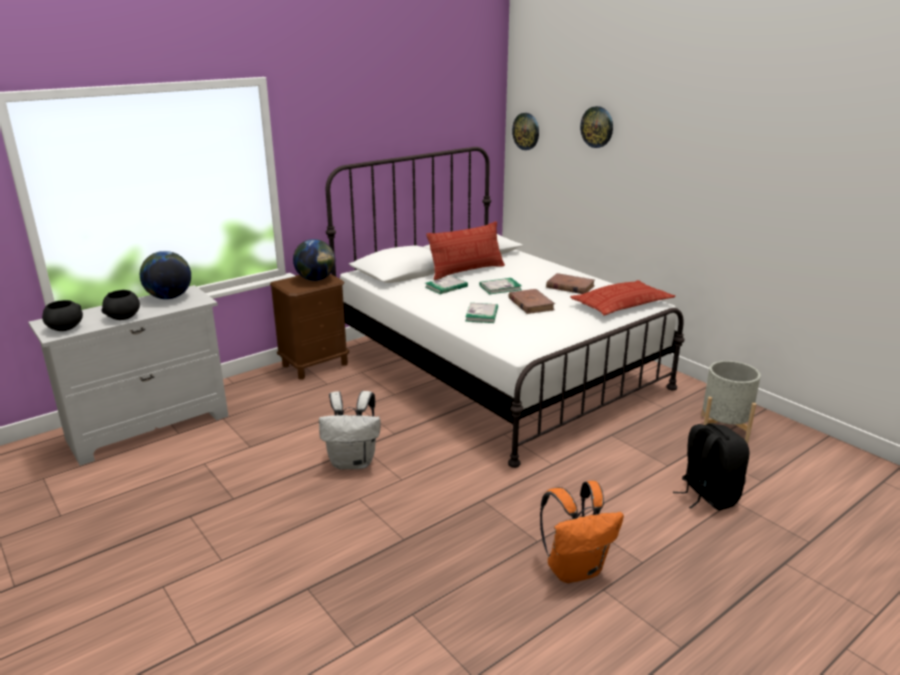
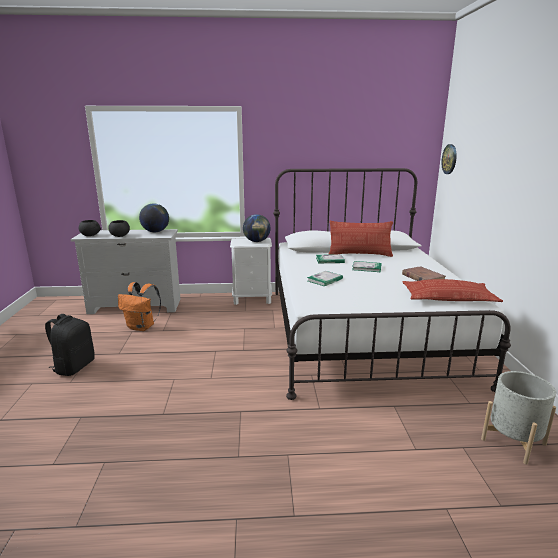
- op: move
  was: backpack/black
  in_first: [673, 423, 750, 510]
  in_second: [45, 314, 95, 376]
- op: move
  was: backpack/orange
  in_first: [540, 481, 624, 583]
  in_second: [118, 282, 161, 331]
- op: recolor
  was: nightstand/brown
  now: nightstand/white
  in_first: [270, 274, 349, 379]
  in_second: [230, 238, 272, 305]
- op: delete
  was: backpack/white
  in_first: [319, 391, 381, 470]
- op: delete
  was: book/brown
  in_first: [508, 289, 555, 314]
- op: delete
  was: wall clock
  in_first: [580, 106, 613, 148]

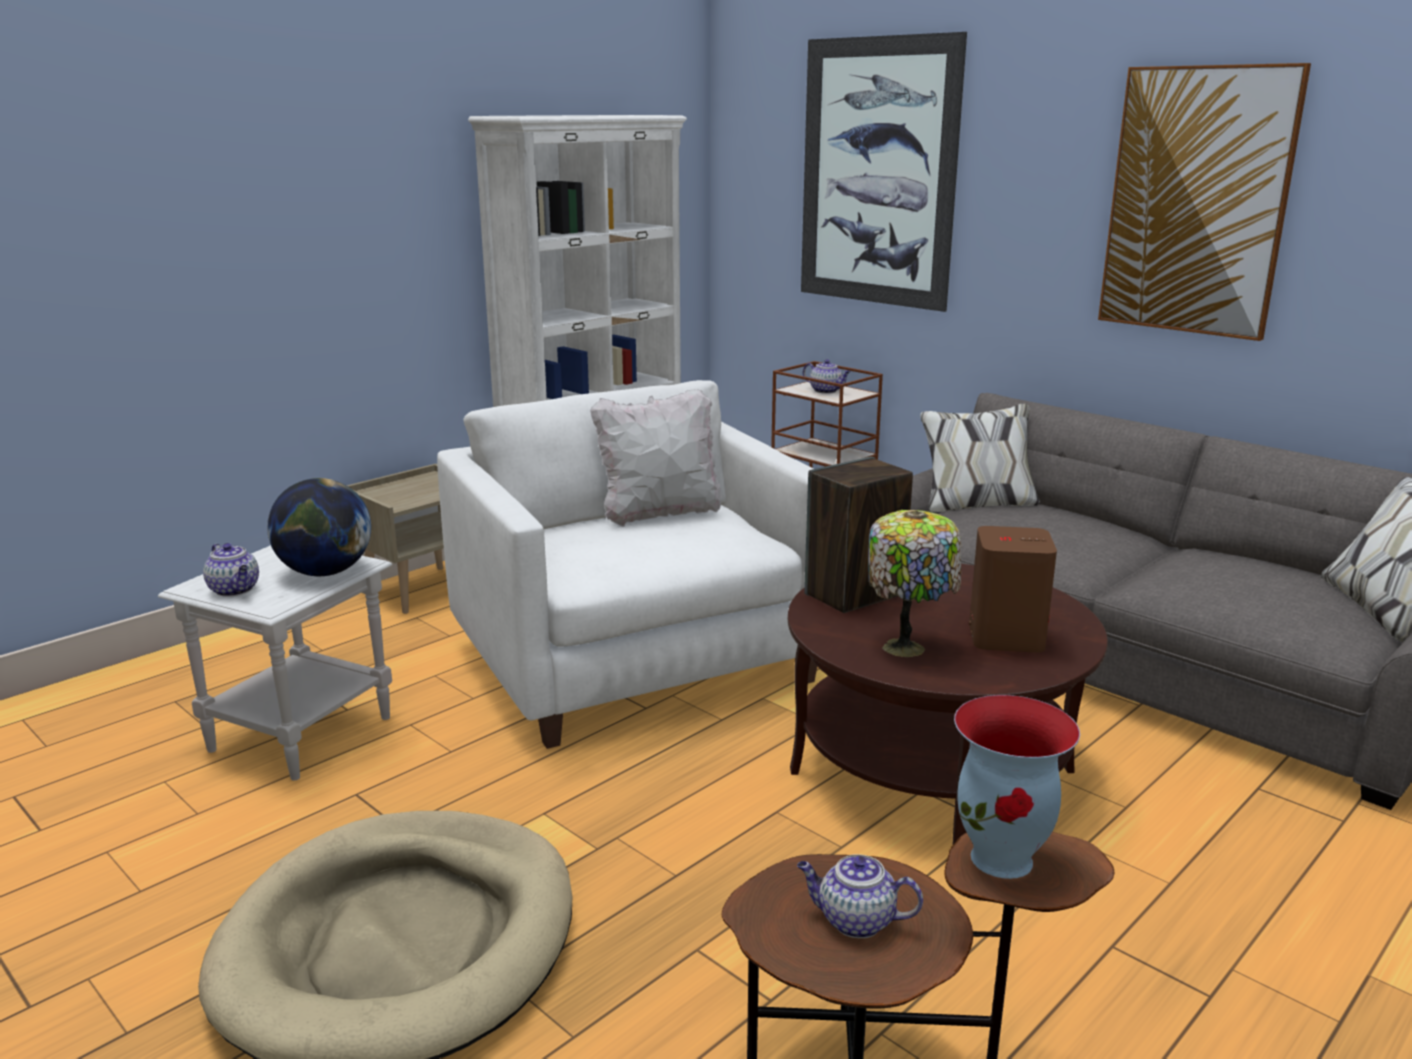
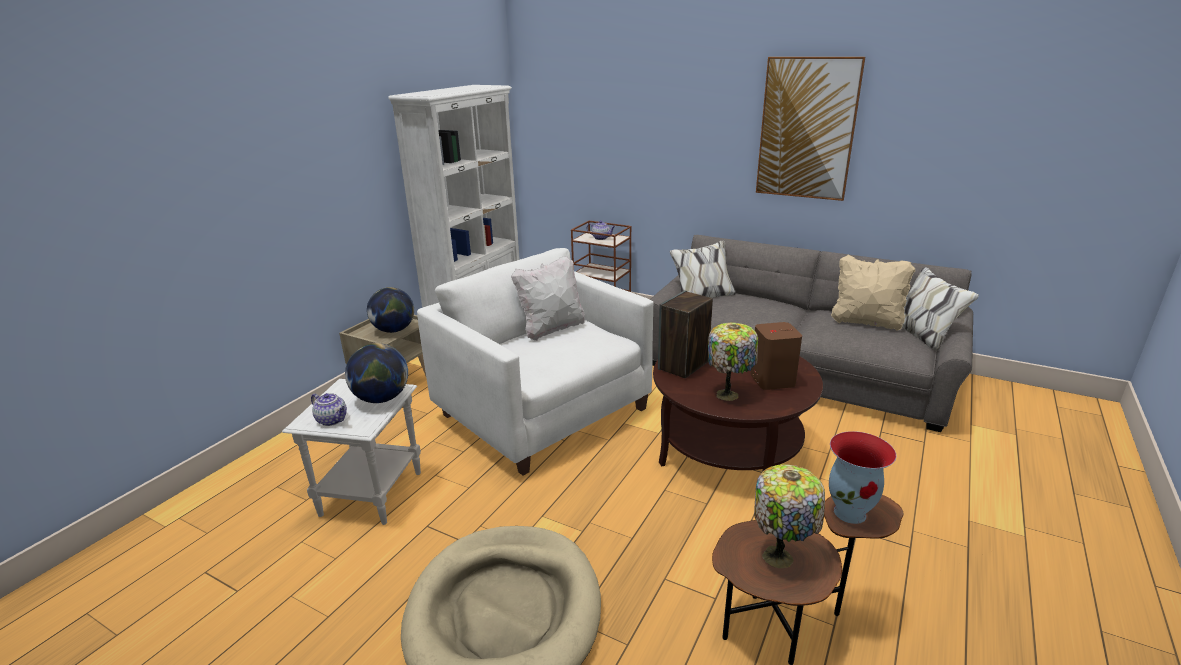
- op: insert
  now: globe
  in_second: [367, 287, 414, 333]
- op: replace
  was: teapot
  now: table lamp
  in_first: [797, 854, 923, 938]
  in_second: [754, 465, 825, 568]
- op: insert
  now: pillow/beige
  in_second: [831, 254, 915, 331]
- op: delete
  was: picture
  in_first: [801, 32, 967, 312]

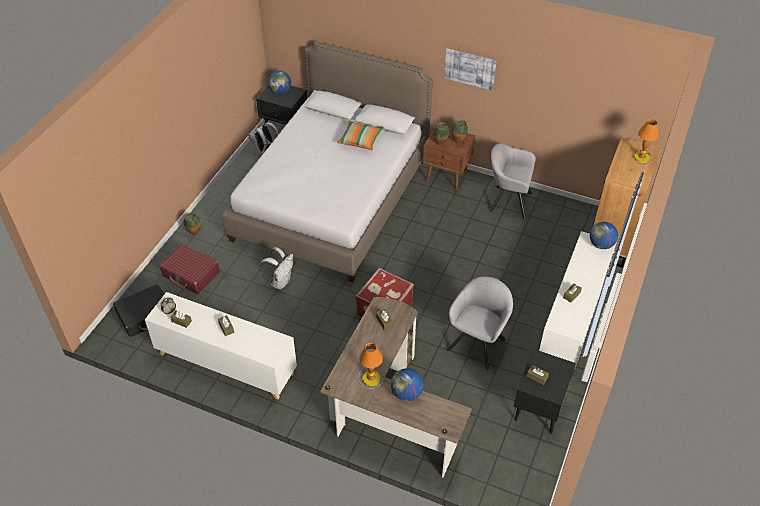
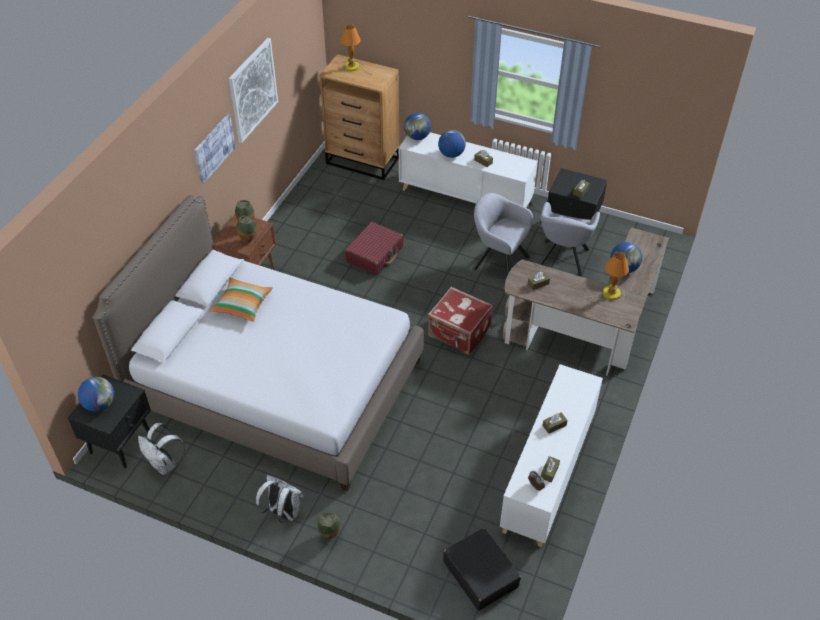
- op: insert
  now: picture
  in_second: [229, 38, 278, 143]
- op: move
  was: backpack/white
  in_first: [260, 247, 293, 290]
  in_second: [256, 475, 304, 524]
- op: move
  was: suitcase/red
  in_first: [160, 244, 220, 294]
  in_second: [345, 222, 403, 275]
- op: insert
  now: globe
  in_second: [438, 130, 466, 158]
- op: move
  was: armchair/grey
  in_first: [489, 143, 536, 219]
  in_second: [539, 202, 600, 277]

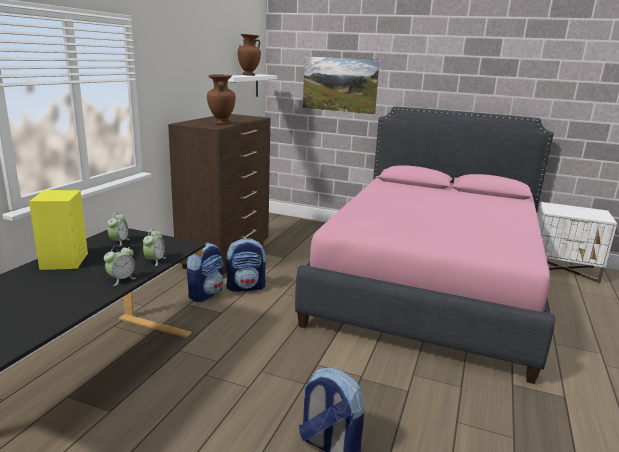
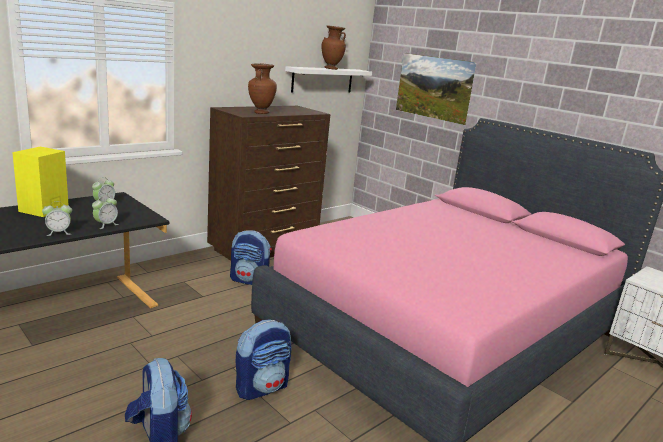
- op: move
  was: backpack
  in_first: [186, 242, 224, 302]
  in_second: [236, 320, 291, 400]

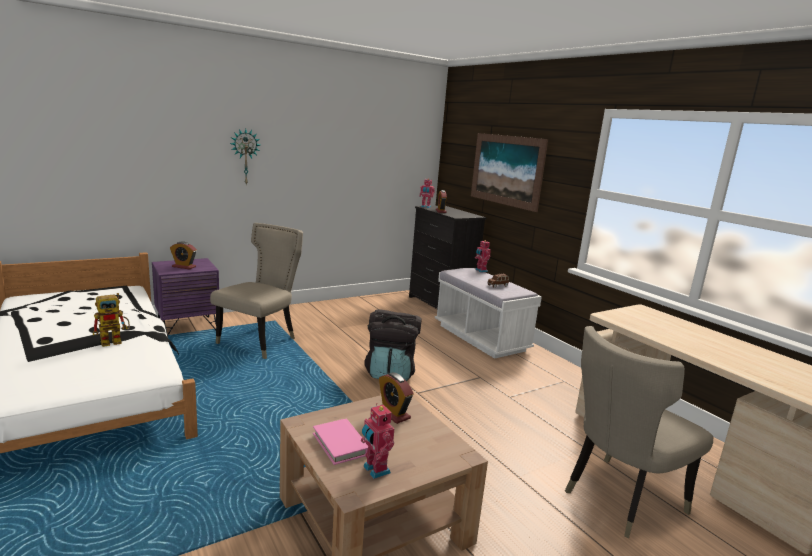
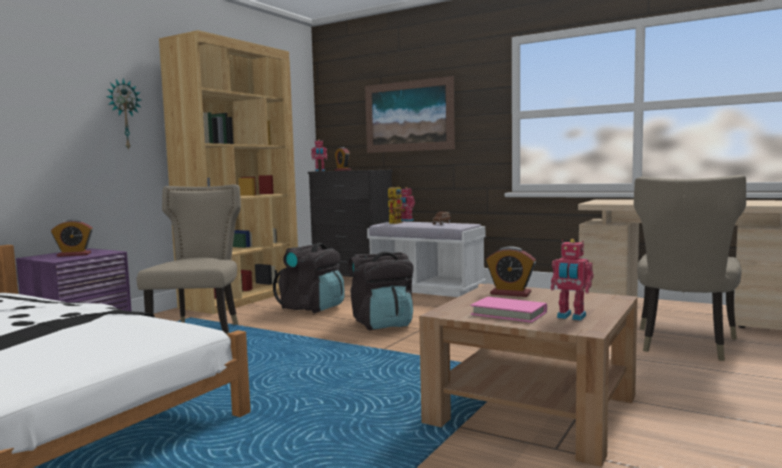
- op: insert
  now: bookcase/brown
  in_second: [159, 30, 298, 314]
- op: insert
  now: backpack/black
  in_second: [273, 243, 345, 313]
- op: move
  was: toy robot
  in_first: [93, 293, 130, 347]
  in_second: [388, 185, 406, 224]

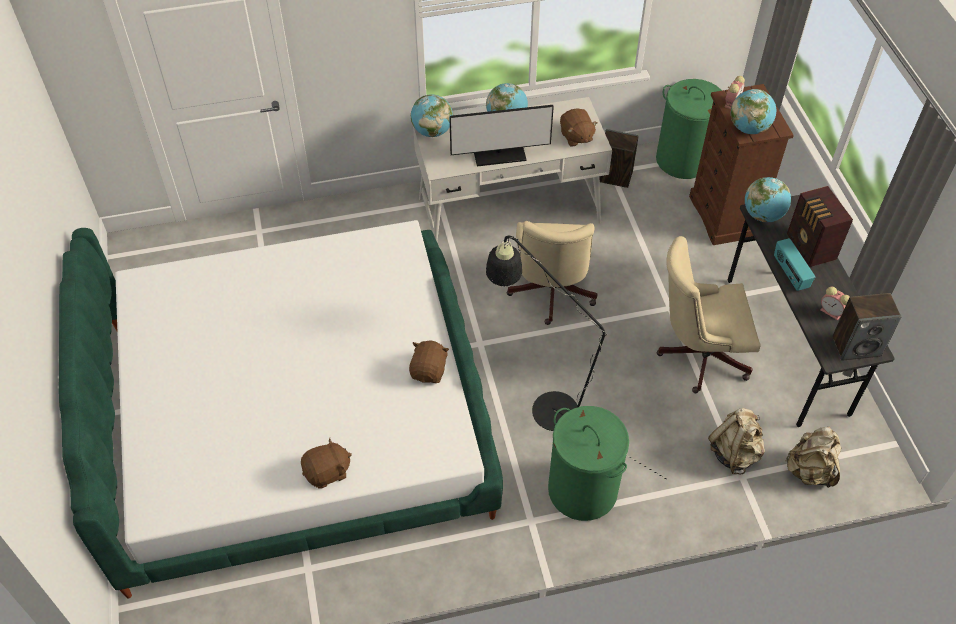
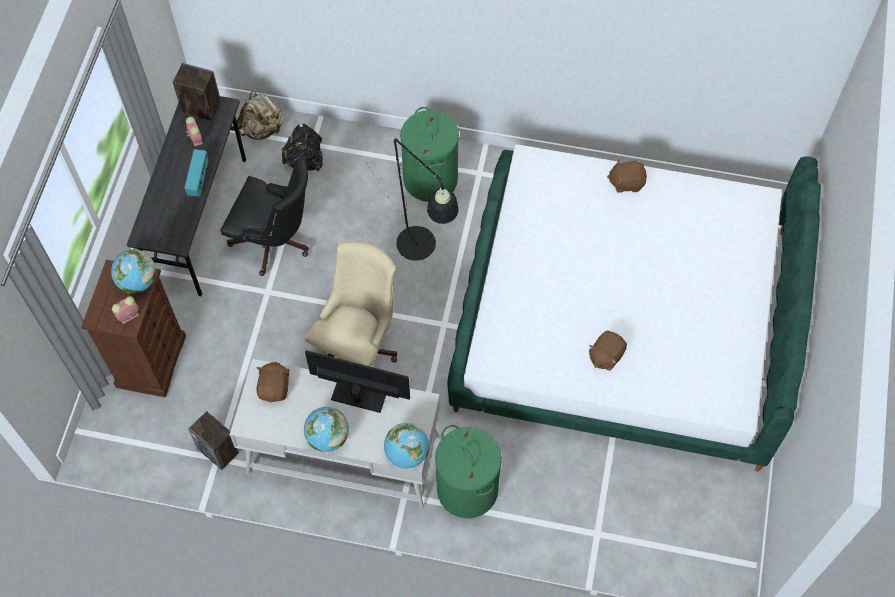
- op: recolor
  was: office chair/beige
  now: office chair/black
  in_first: [656, 236, 761, 393]
  in_second: [220, 158, 309, 276]
- op: recolor
  was: backpack/beige
  now: backpack/black
  in_first: [708, 408, 765, 474]
  in_second: [281, 123, 323, 171]
- op: move
  was: laundry basket/green
  in_first: [656, 79, 722, 179]
  in_second: [435, 425, 502, 518]
- op: move
  was: plush toy/brown
  in_first: [409, 340, 449, 383]
  in_second: [589, 331, 627, 371]
- op: delete
  was: globe
  in_first: [745, 177, 791, 222]
- op: delete
  was: radio
  in_first: [787, 186, 853, 267]

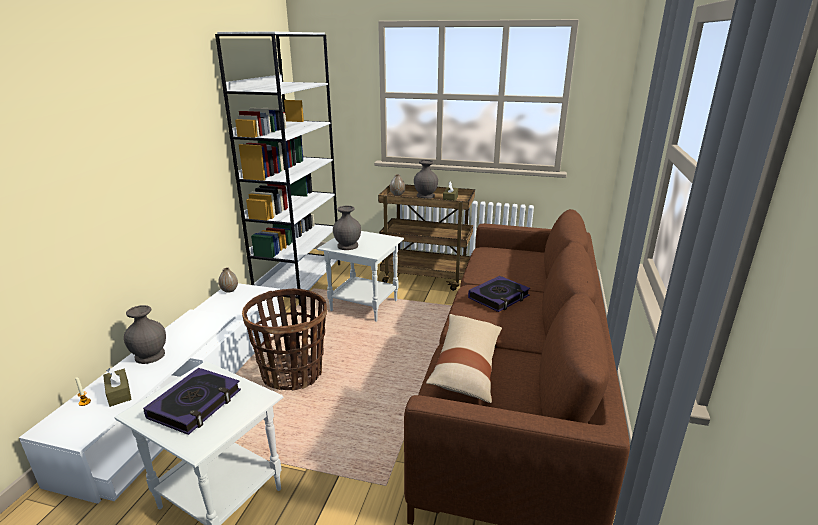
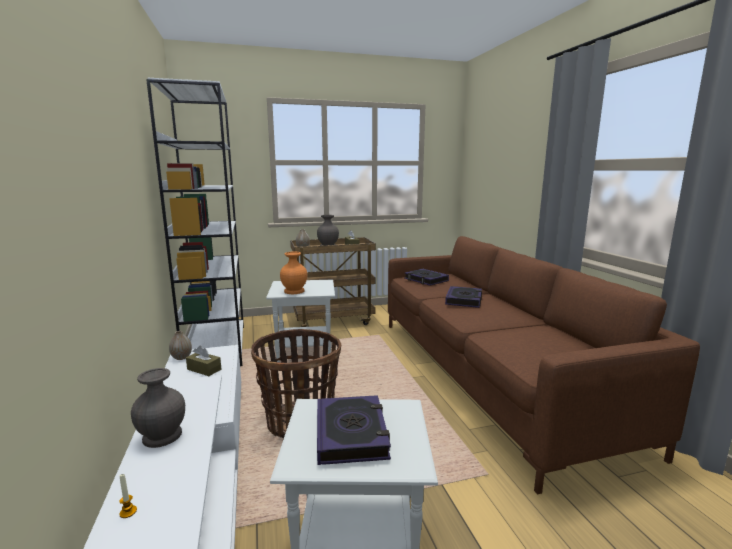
- op: move
  was: tissue box/brown
  in_first: [103, 368, 132, 407]
  in_second: [186, 346, 221, 376]
- op: recolor
  was: vase/grey
  now: vase/orange
  in_first: [333, 206, 361, 250]
  in_second: [280, 252, 307, 294]
- op: insert
  now: book
  in_second: [405, 269, 449, 286]
- op: delete
  was: pillow/beige
  in_first: [426, 314, 502, 403]

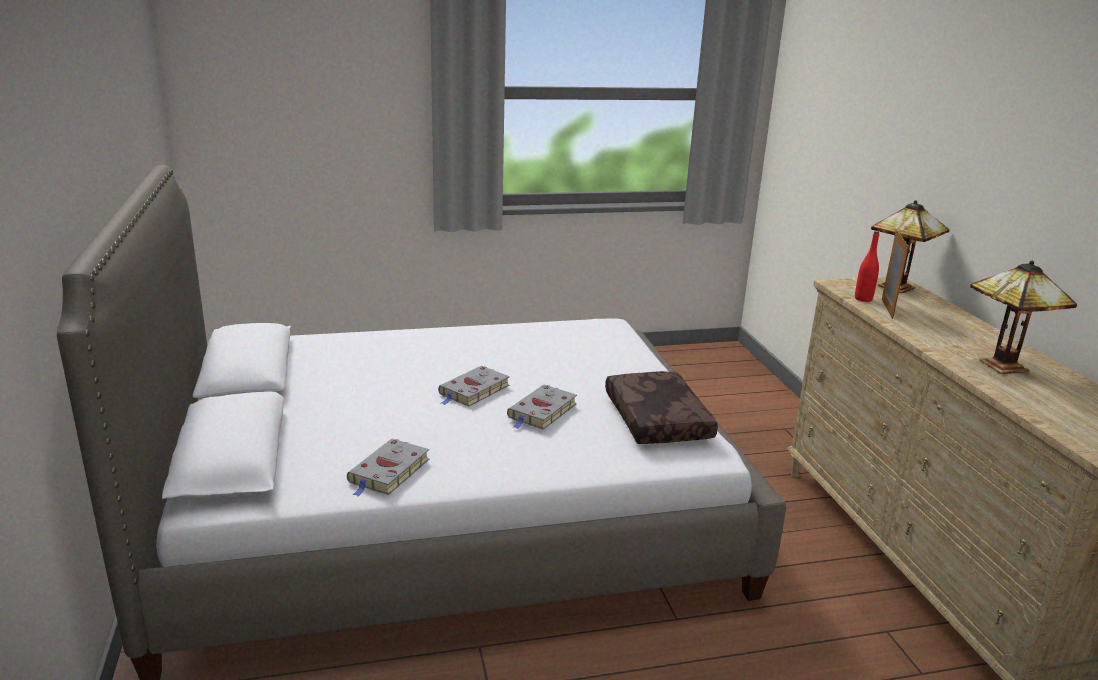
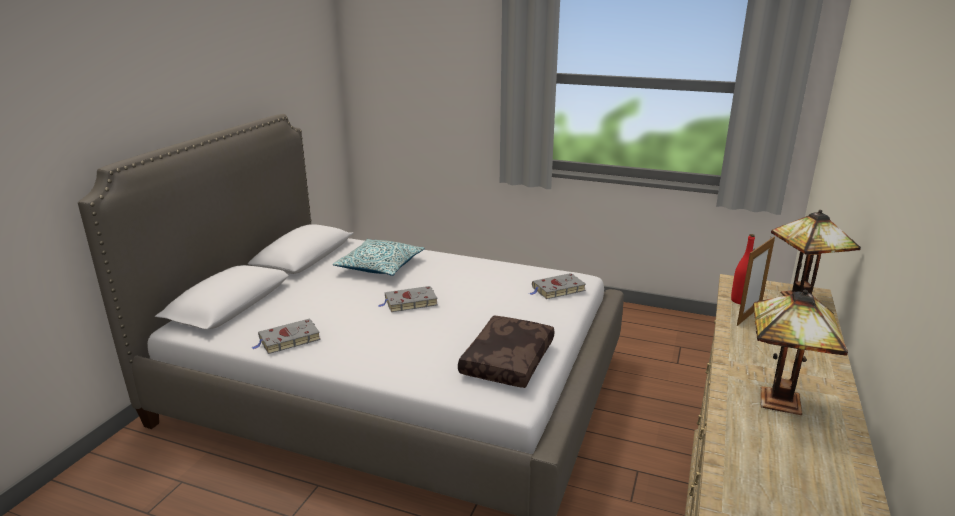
- op: insert
  now: pillow
  in_second: [333, 239, 425, 276]
- op: move
  was: book/grey
  in_first: [507, 385, 577, 429]
  in_second: [529, 273, 586, 299]

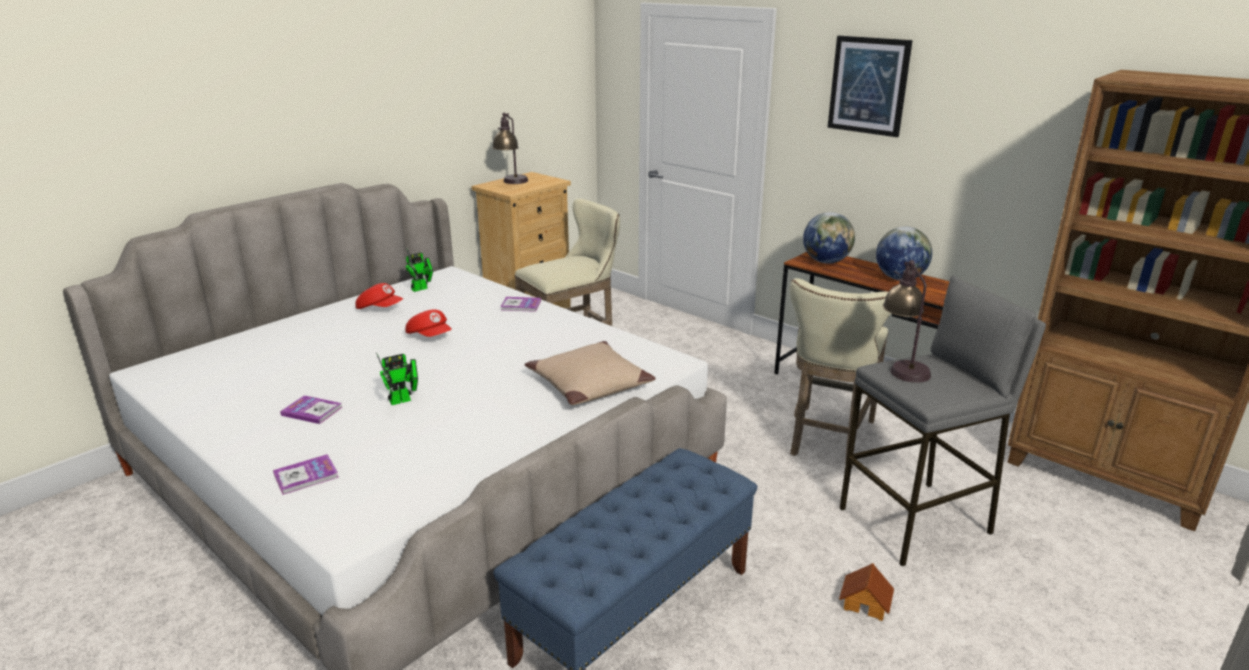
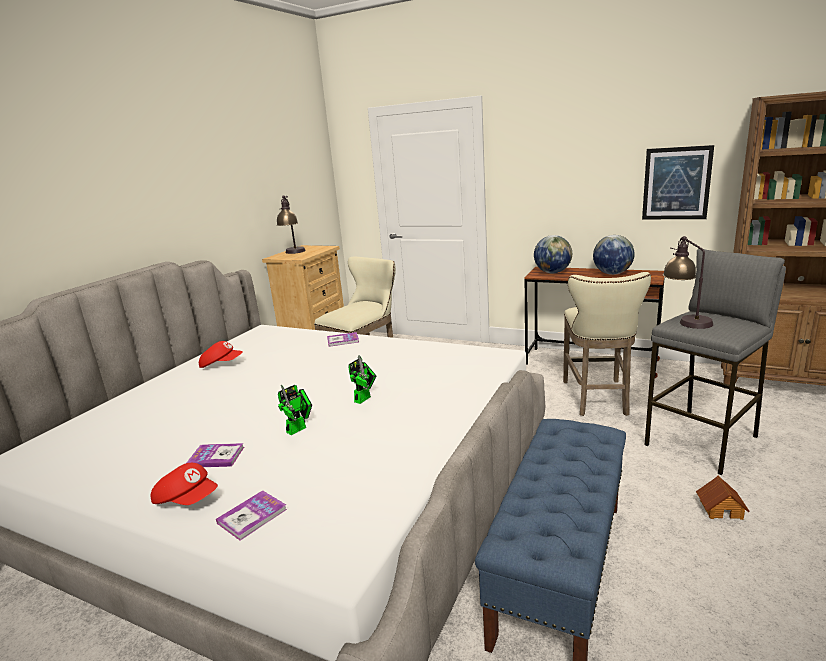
- op: move
  was: cap/red
  in_first: [405, 309, 452, 337]
  in_second: [151, 463, 218, 505]
- op: move
  was: toy robot
  in_first: [405, 248, 433, 292]
  in_second: [348, 355, 376, 404]
- op: move
  was: picture
  in_first: [828, 36, 913, 137]
  in_second: [642, 145, 714, 219]
- op: delete
  was: pillow/beige
  in_first: [524, 341, 656, 405]

